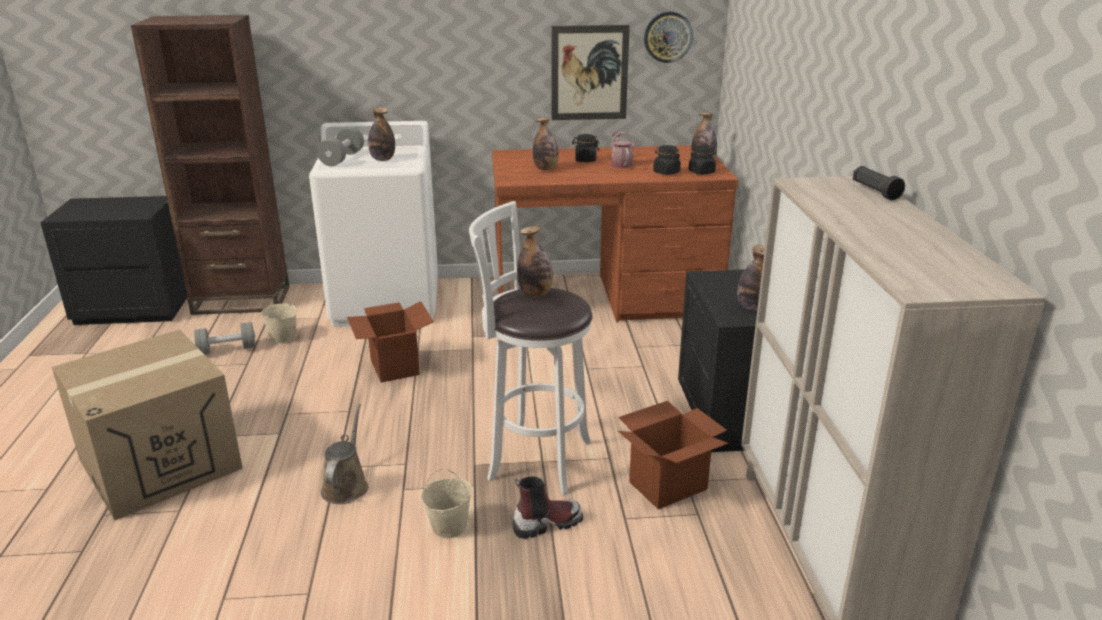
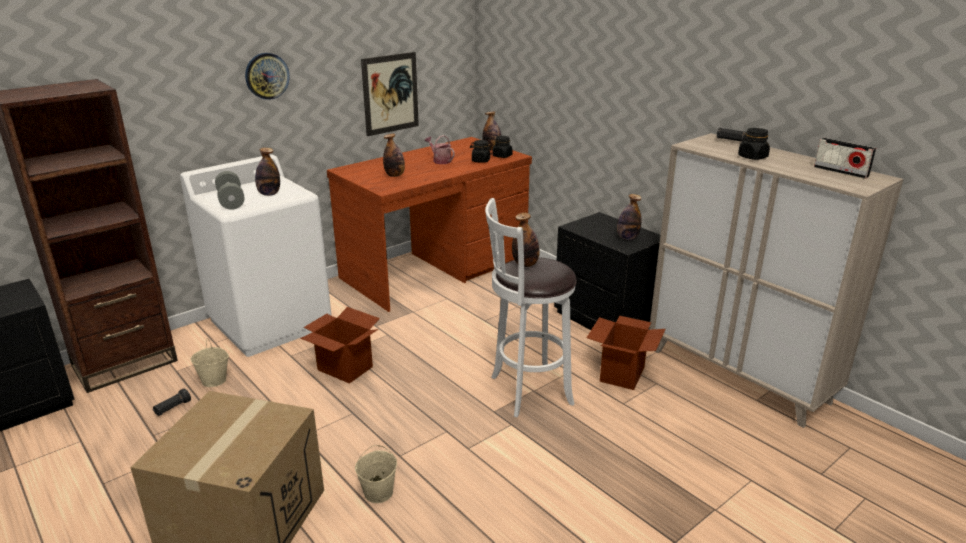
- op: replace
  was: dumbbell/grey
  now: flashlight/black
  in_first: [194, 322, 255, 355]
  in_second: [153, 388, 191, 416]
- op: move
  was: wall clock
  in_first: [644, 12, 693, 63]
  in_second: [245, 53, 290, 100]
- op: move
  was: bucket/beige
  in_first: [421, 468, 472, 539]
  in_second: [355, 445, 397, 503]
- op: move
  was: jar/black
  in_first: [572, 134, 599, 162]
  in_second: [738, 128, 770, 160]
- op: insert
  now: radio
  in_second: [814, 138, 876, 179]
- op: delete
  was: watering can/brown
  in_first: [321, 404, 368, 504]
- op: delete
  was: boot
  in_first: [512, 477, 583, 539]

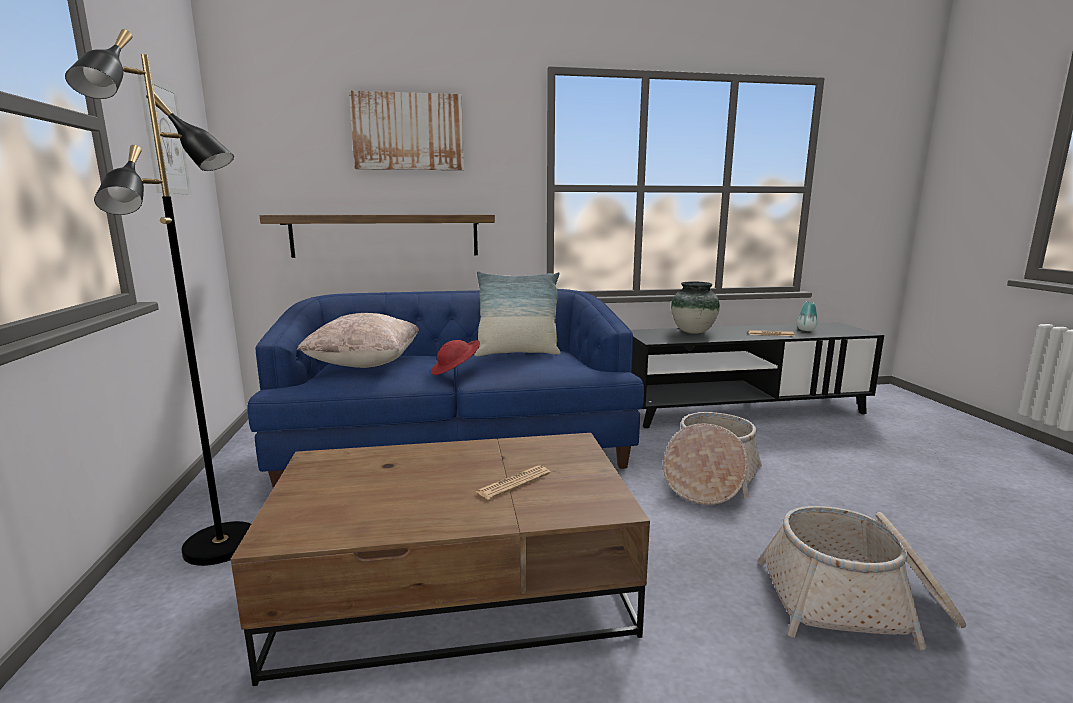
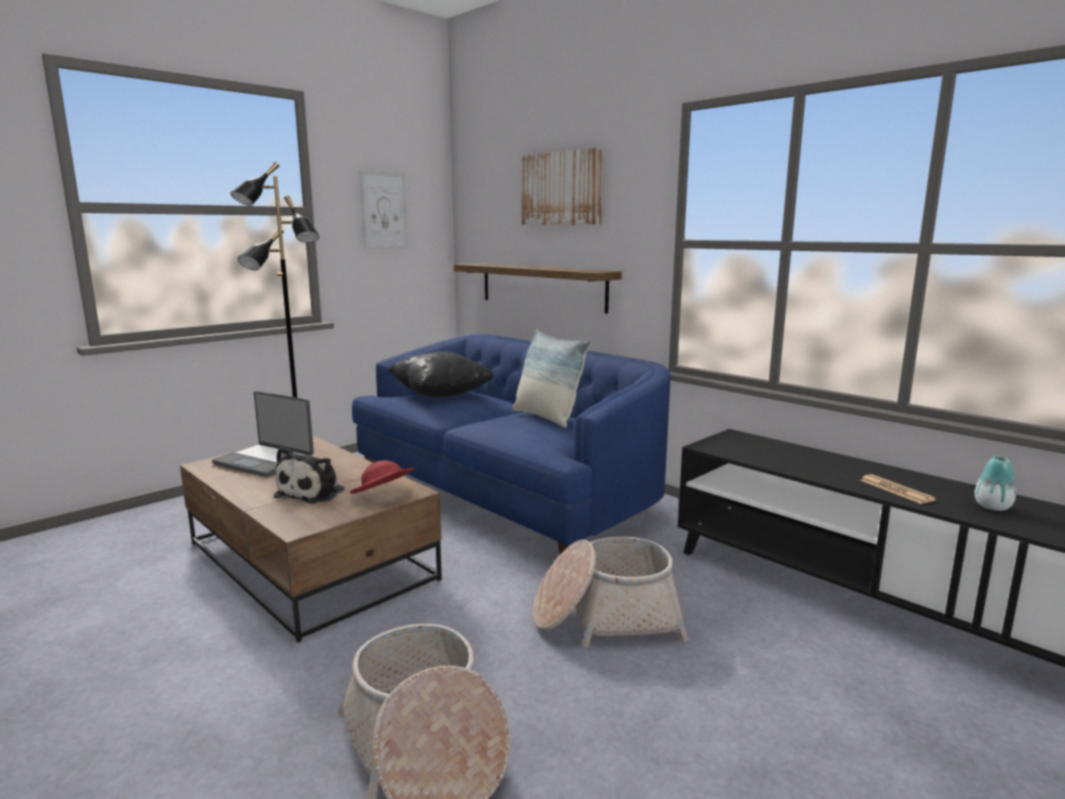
- op: insert
  now: laptop
  in_second: [212, 391, 314, 477]
- op: replace
  was: newspaper
  now: plush toy
  in_first: [476, 465, 550, 500]
  in_second: [274, 447, 345, 504]
- op: move
  was: hat/red
  in_first: [431, 340, 480, 375]
  in_second: [350, 460, 415, 494]
- op: recolor
  was: pillow/beige
  now: pillow/black
  in_first: [297, 313, 419, 368]
  in_second: [388, 352, 494, 398]
- op: delete
  was: vase
  in_first: [671, 281, 720, 334]

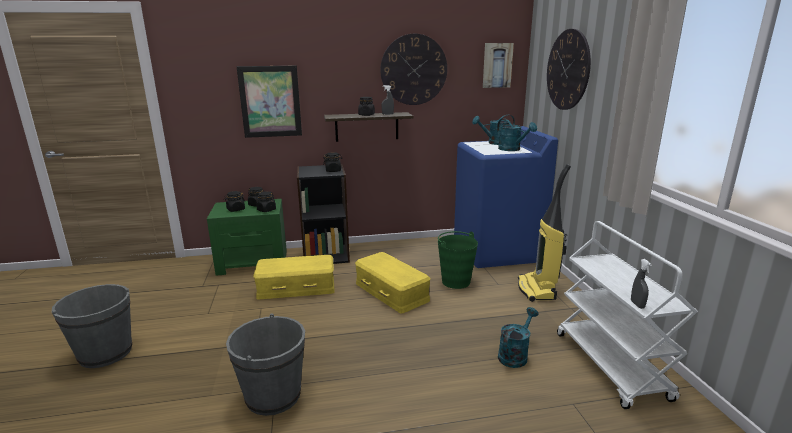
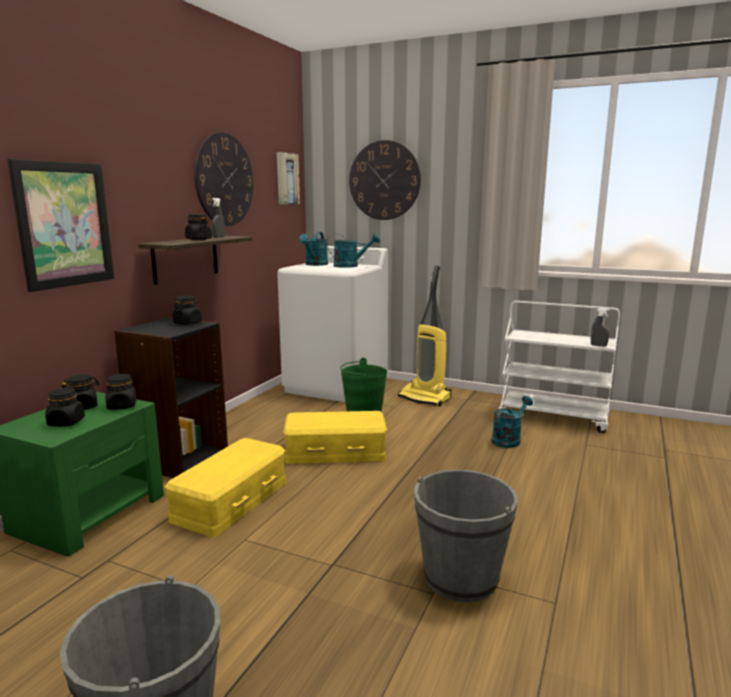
- op: recolor
  was: washing machine/blue
  now: washing machine/white
  in_first: [454, 126, 558, 268]
  in_second: [277, 246, 388, 402]
- op: rotate
  was: watering can/turquoise
  in_first: [498, 307, 539, 368]
  in_second: [491, 396, 533, 448]
  clockwise: 60

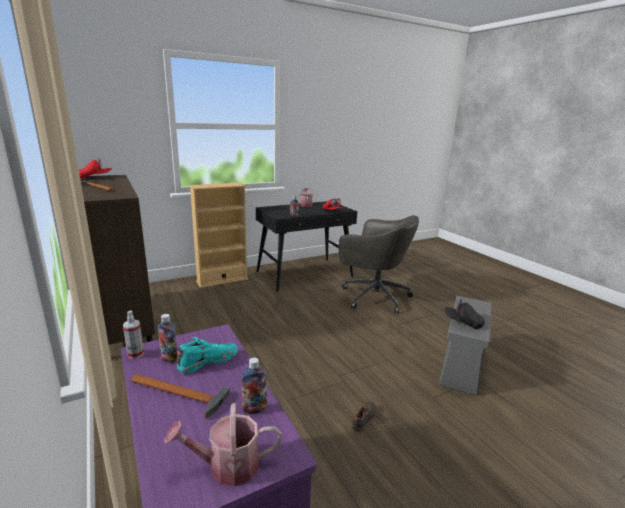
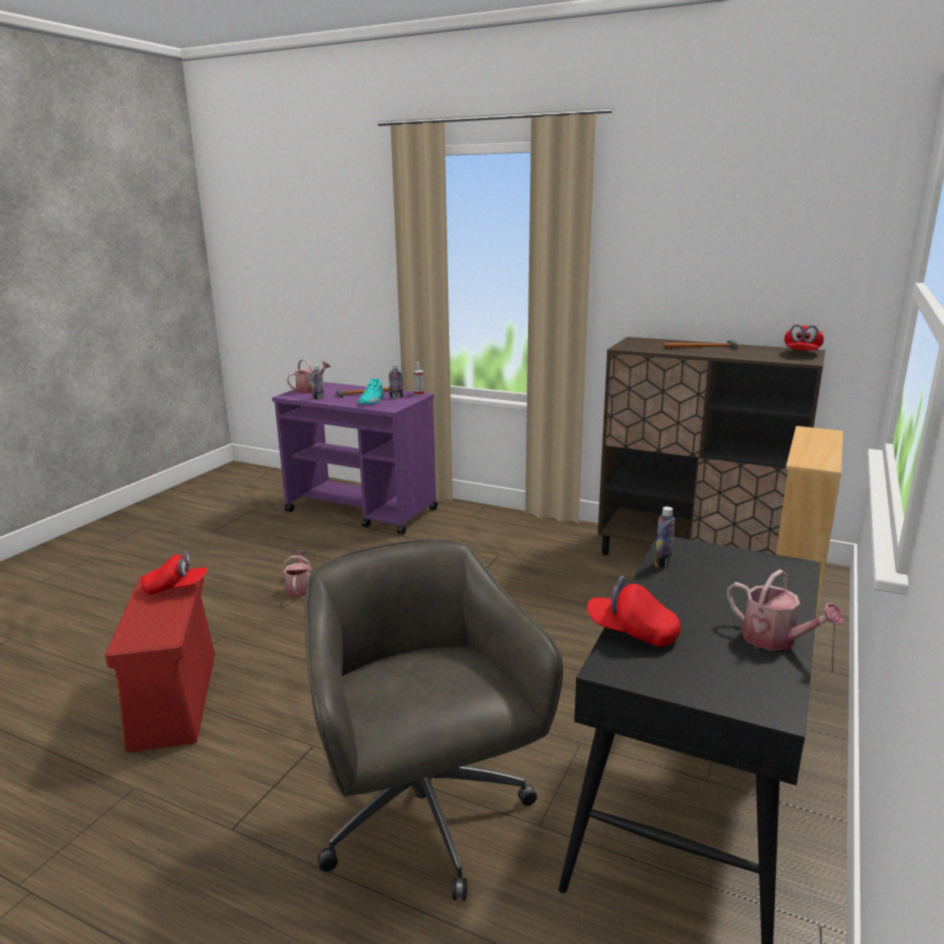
- op: recolor
  was: storage box/grey
  now: storage box/red
  in_first: [439, 296, 492, 396]
  in_second: [105, 575, 215, 753]
- op: recolor
  was: cap/black
  now: cap/red
  in_first: [445, 299, 485, 329]
  in_second: [141, 550, 208, 595]
- op: replace
  was: shoe/black
  now: watering can
  in_first: [351, 401, 376, 432]
  in_second: [282, 550, 312, 597]
- op: rotate
  was: office chair/grey
  in_first: [339, 215, 419, 314]
  in_second: [305, 539, 563, 901]
  clockwise: 75

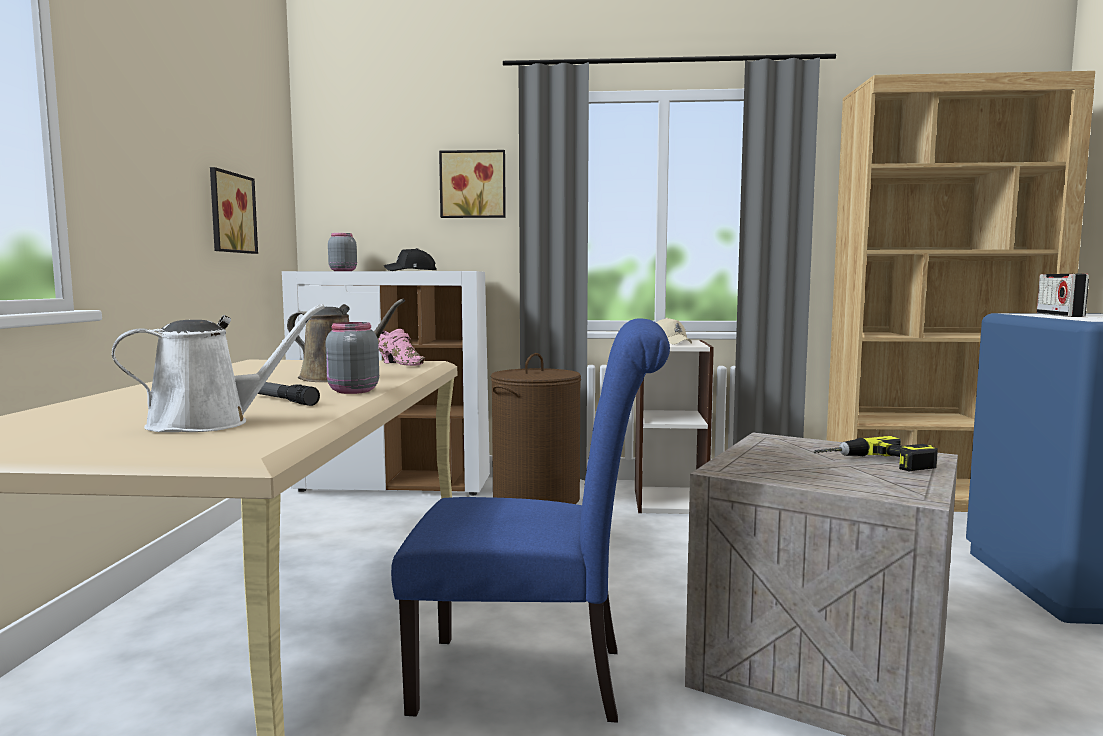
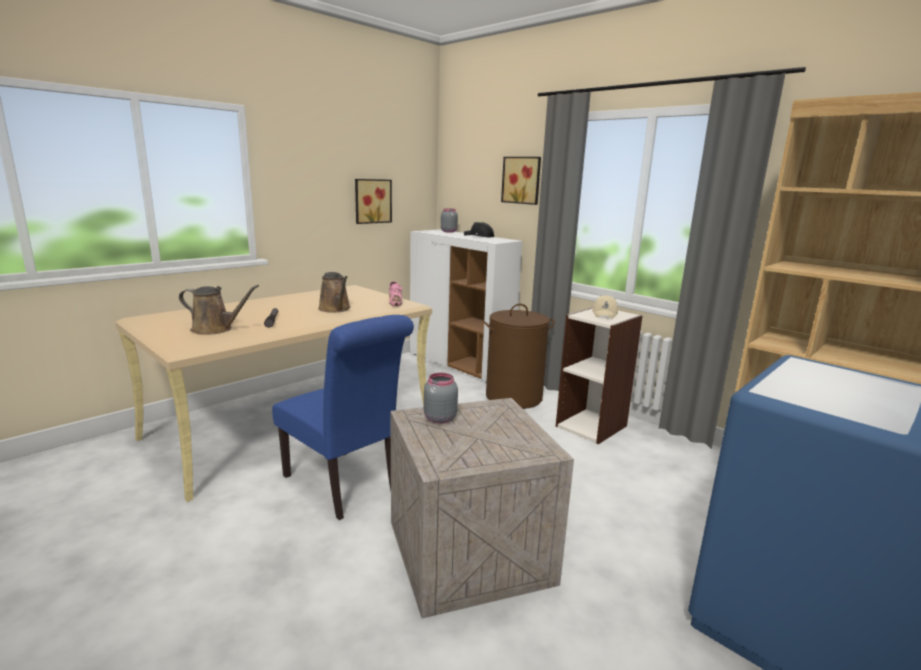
- op: recolor
  was: watering can/white
  now: watering can/brown
  in_first: [112, 304, 325, 432]
  in_second: [179, 285, 259, 335]
- op: move
  was: jar/grey
  in_first: [325, 322, 379, 394]
  in_second: [424, 373, 458, 424]
- op: delete
  was: power drill
  in_first: [814, 436, 938, 471]
- op: delete
  was: radio
  in_first: [1037, 274, 1089, 317]

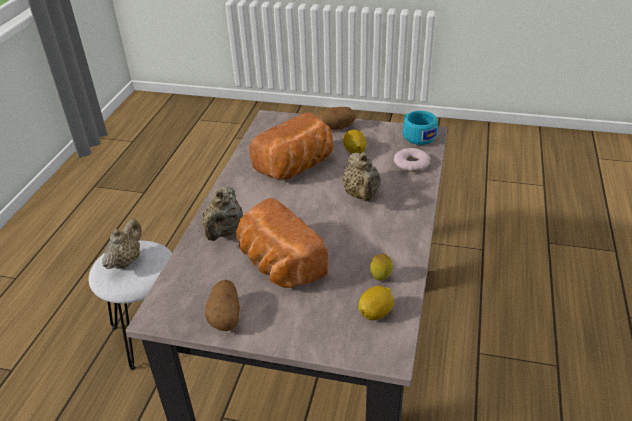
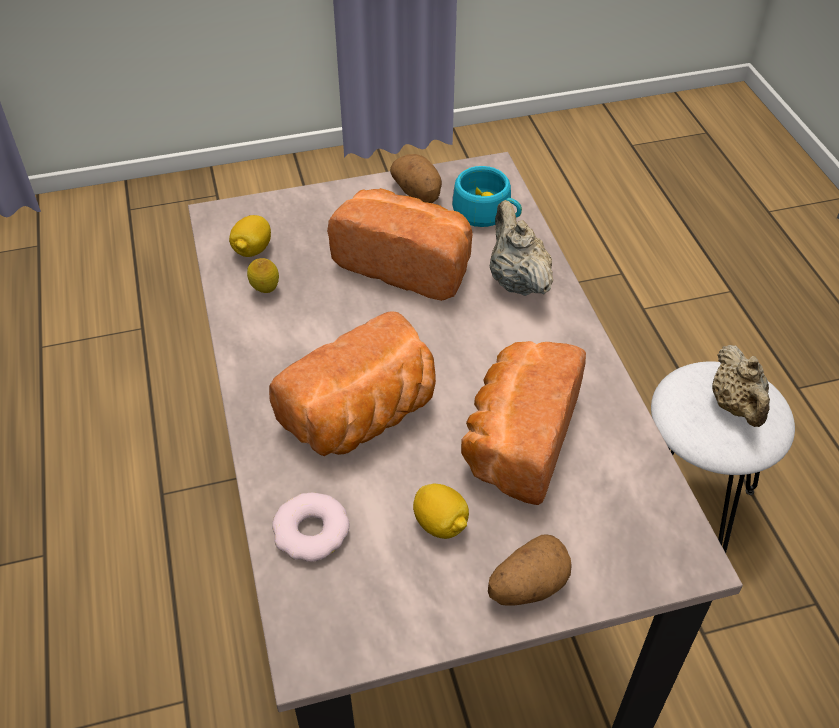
- op: replace
  was: teapot/beige
  now: bread
  in_first: [342, 153, 381, 202]
  in_second: [269, 311, 436, 456]
- op: move
  was: cup/turquoise
  in_first: [403, 111, 438, 145]
  in_second: [452, 166, 522, 227]

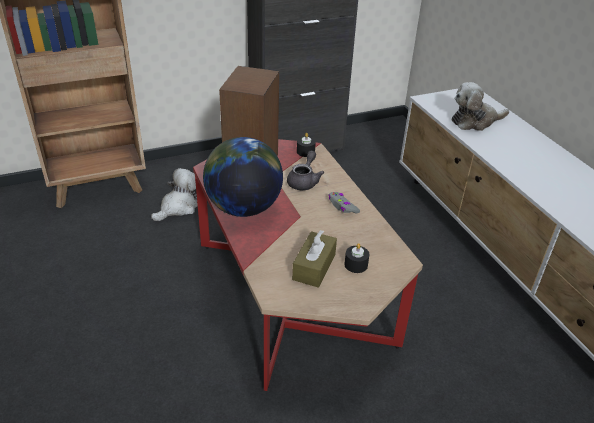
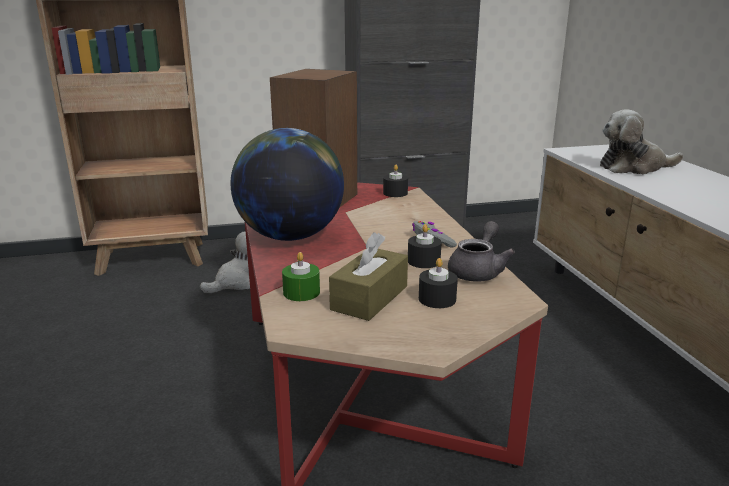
- op: insert
  now: candle/green
  in_second: [282, 252, 320, 301]
- op: insert
  now: candle/black
  in_second: [408, 224, 442, 268]
- op: move
  was: teapot/grey
  in_first: [287, 151, 324, 190]
  in_second: [448, 221, 515, 282]

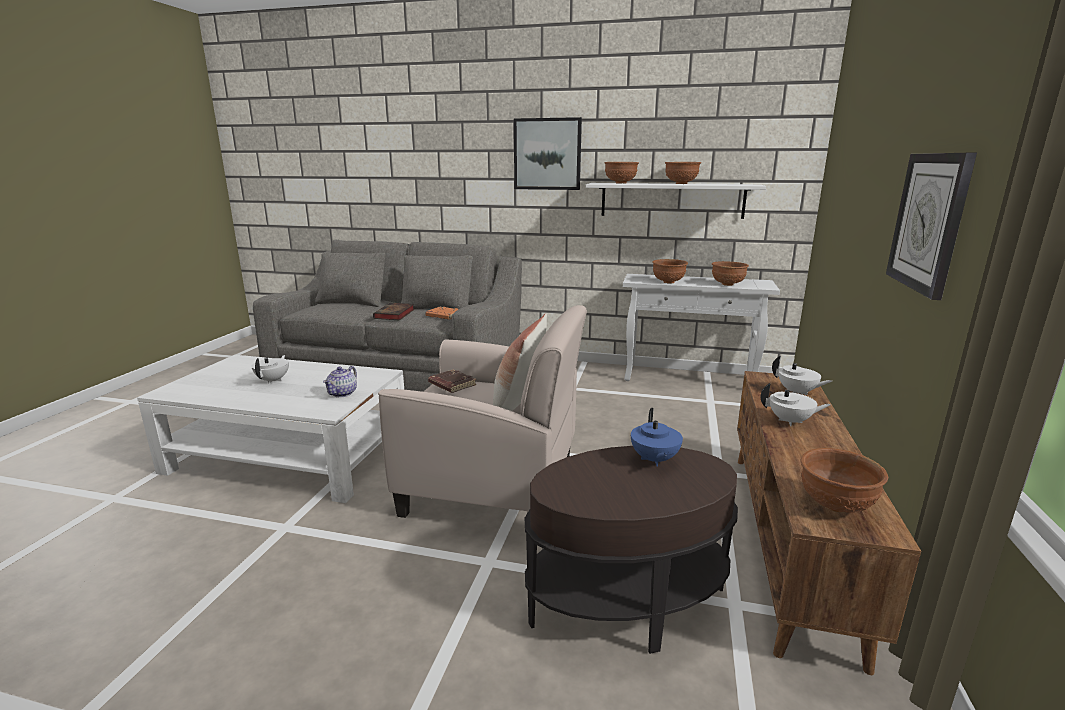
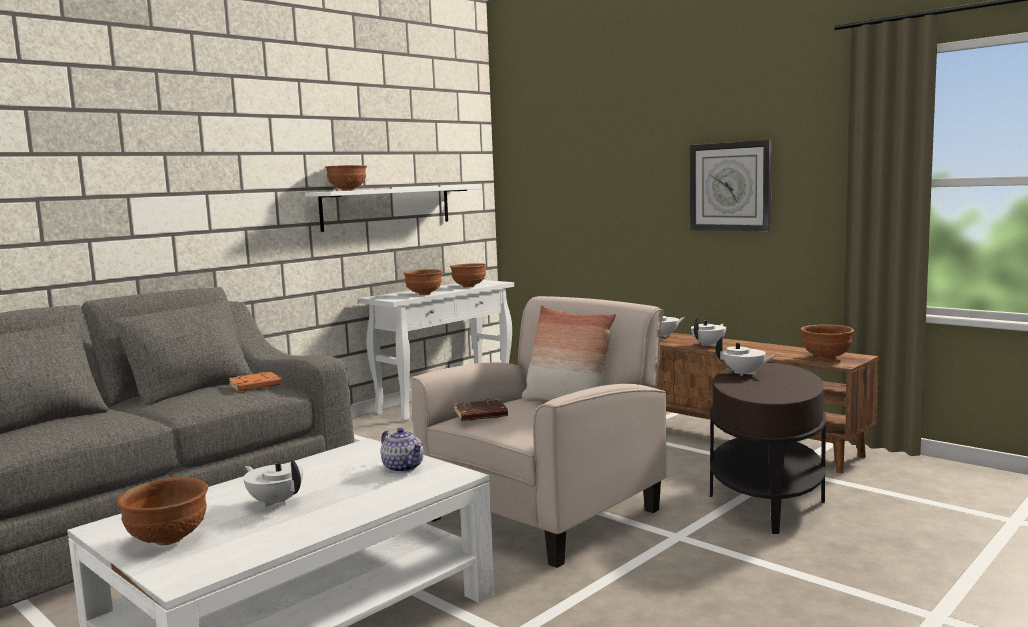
- op: move
  was: bowl/brown
  in_first: [665, 162, 701, 184]
  in_second: [117, 478, 208, 545]
- op: recolor
  was: teapot/blue
  now: teapot/white
  in_first: [631, 408, 683, 466]
  in_second: [715, 337, 777, 376]
- op: delete
  was: book
  in_first: [373, 303, 415, 321]
- op: delete
  was: picture
  in_first: [514, 117, 582, 190]

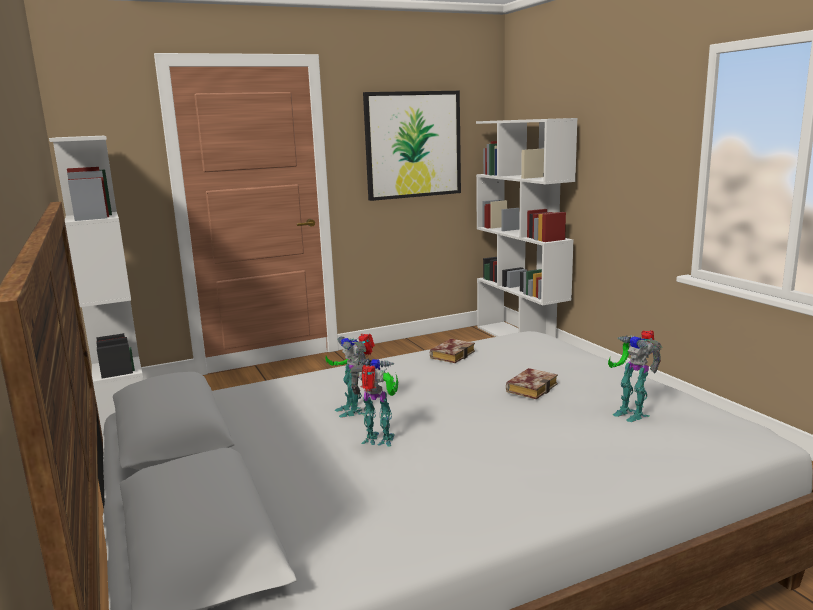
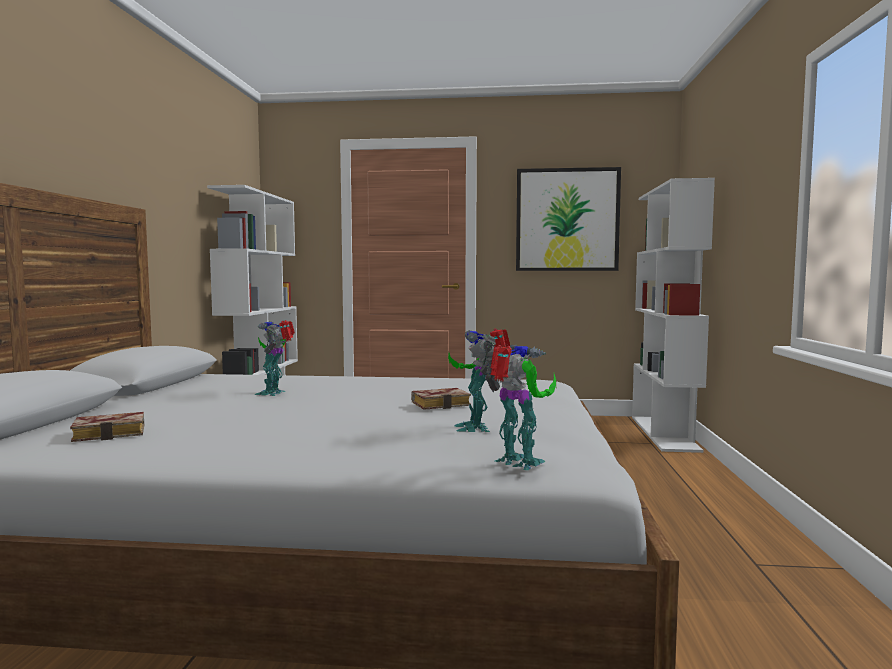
- op: move
  was: book
  in_first: [430, 339, 475, 363]
  in_second: [70, 412, 144, 442]
- op: move
  was: toy robot
  in_first: [350, 358, 398, 446]
  in_second: [485, 345, 556, 470]

